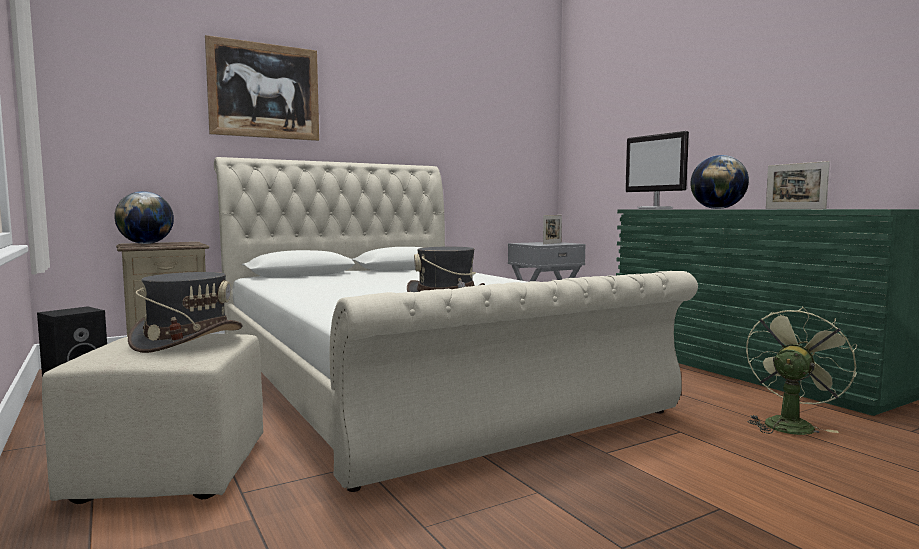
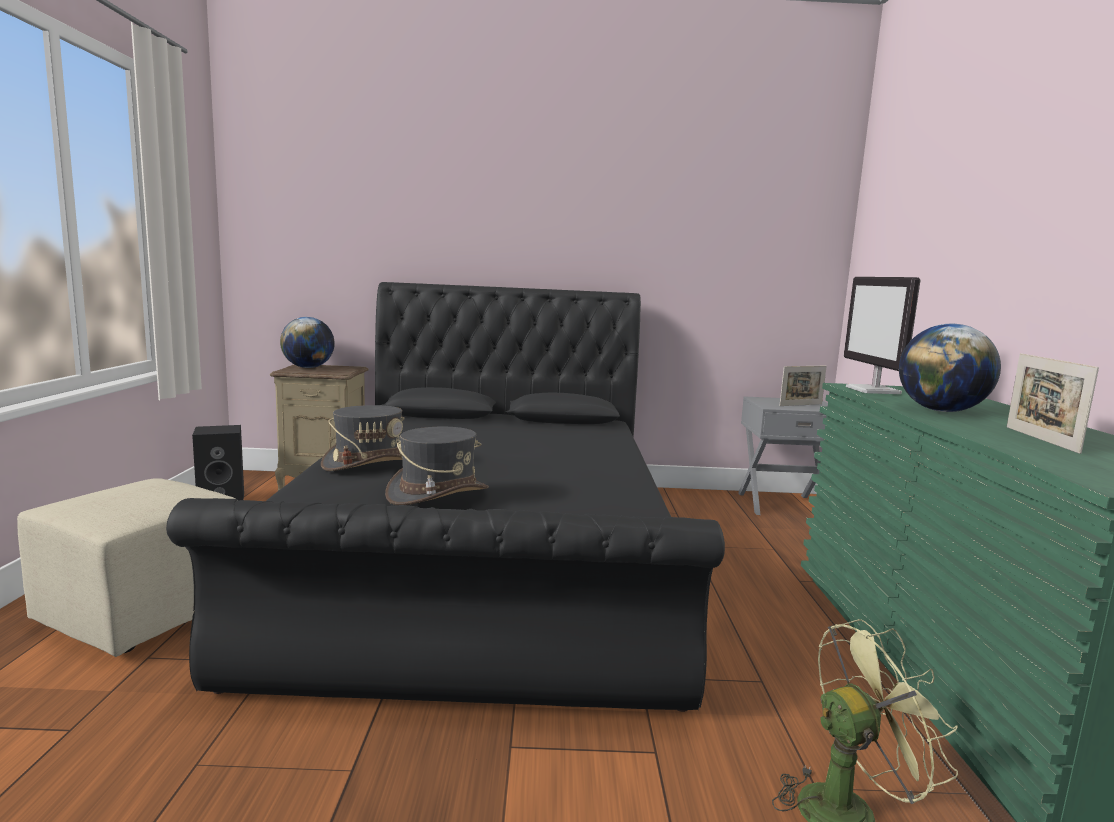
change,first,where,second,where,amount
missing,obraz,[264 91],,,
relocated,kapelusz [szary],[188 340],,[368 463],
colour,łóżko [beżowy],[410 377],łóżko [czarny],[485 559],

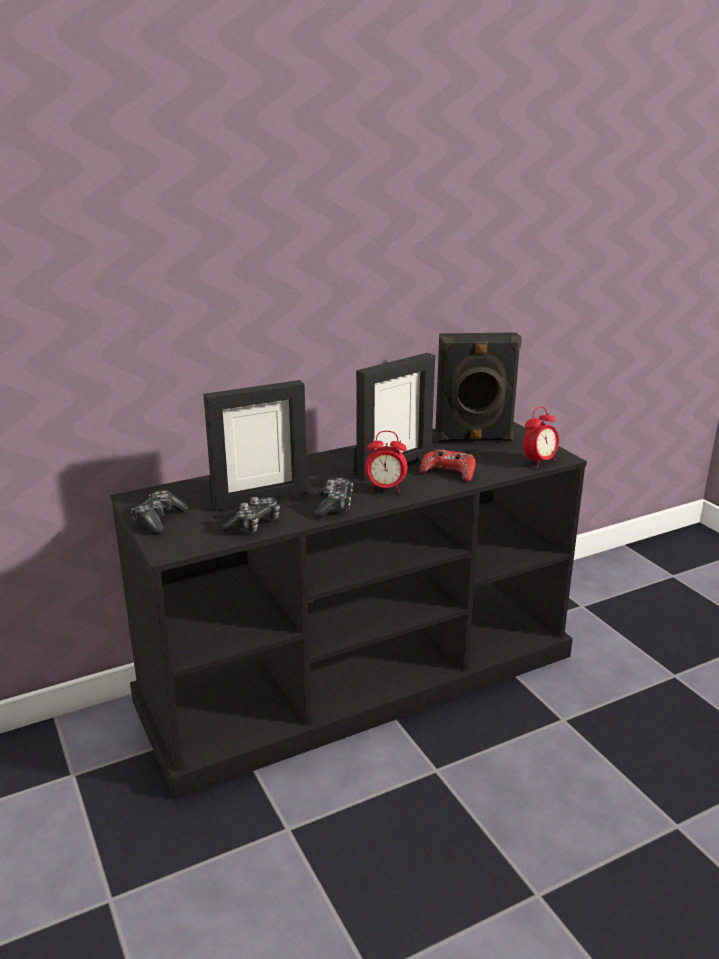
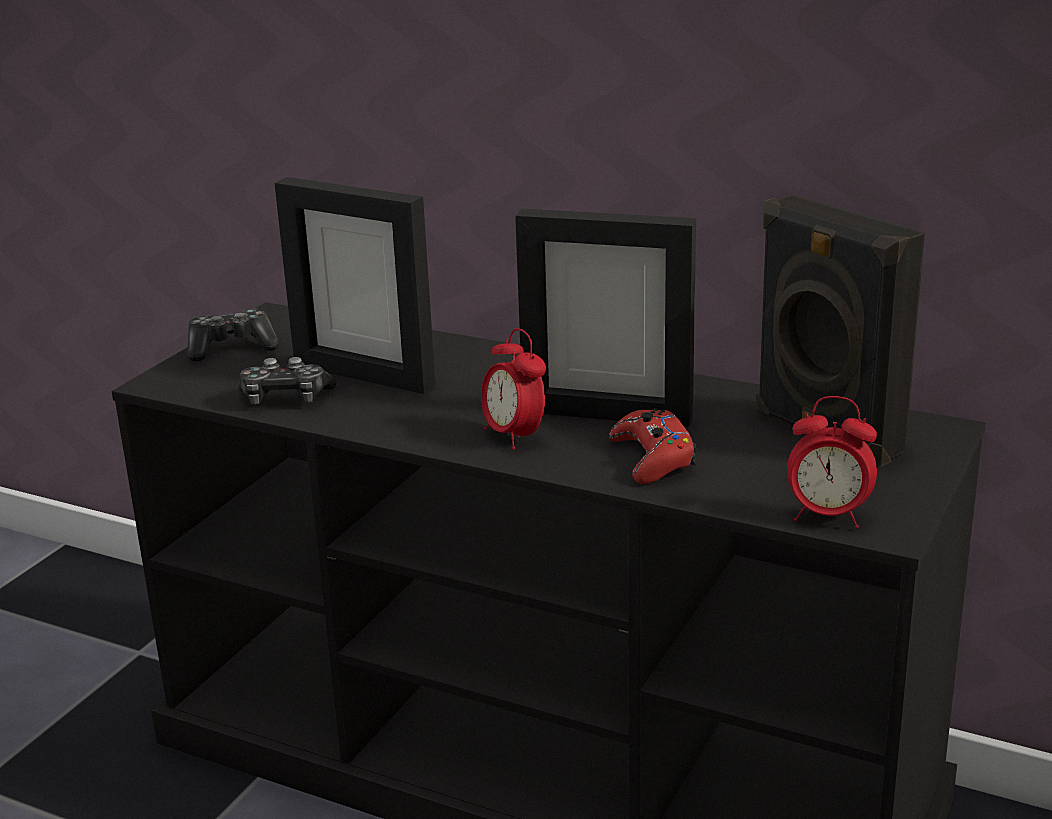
change,first,where,second,where,amount
missing,pad do gier,[334 505],,,

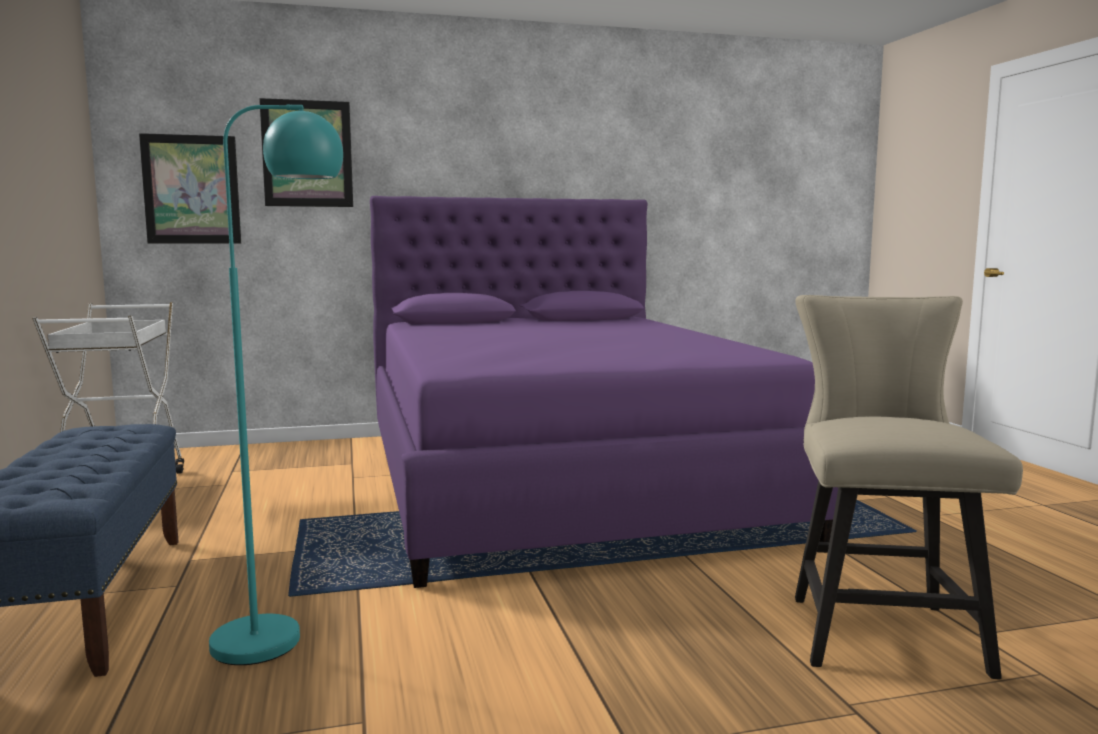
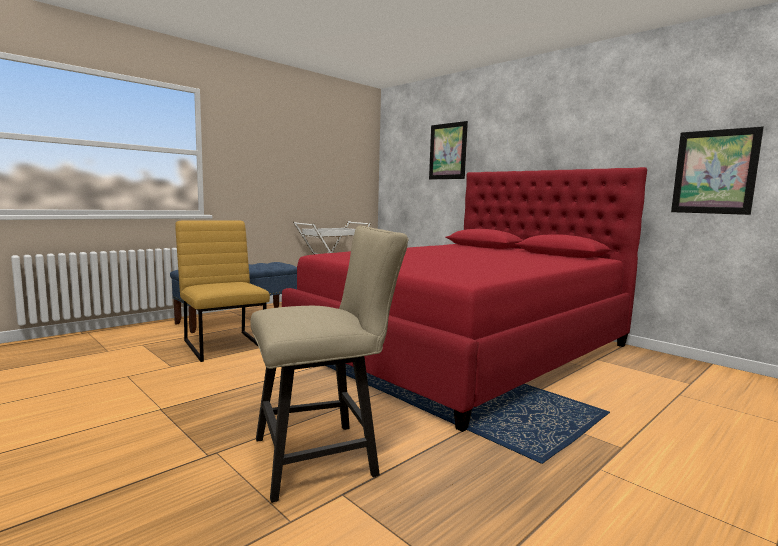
change,first,where,second,where,amount
relocated,obraz,[191 189],,[714 172],
exchanged,lampa stojąca [turkusowy],[283 642],krzesło [żółty],[224 345],
colour,łóżko [fioletowy],[560 479],łóżko [czerwony],[464 348],

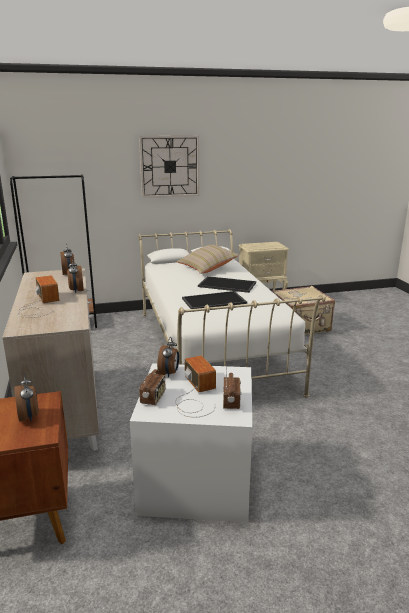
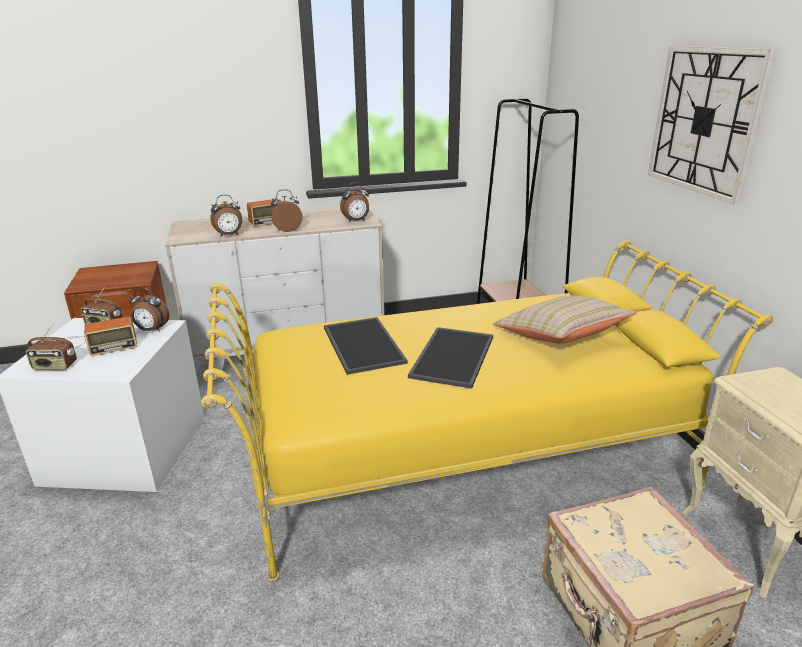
change,first,where,second,where,amount
relocated,budzik,[29 417],,[229 235],
colour,łóżko [biały],[211 348],łóżko [żółty],[464 457],

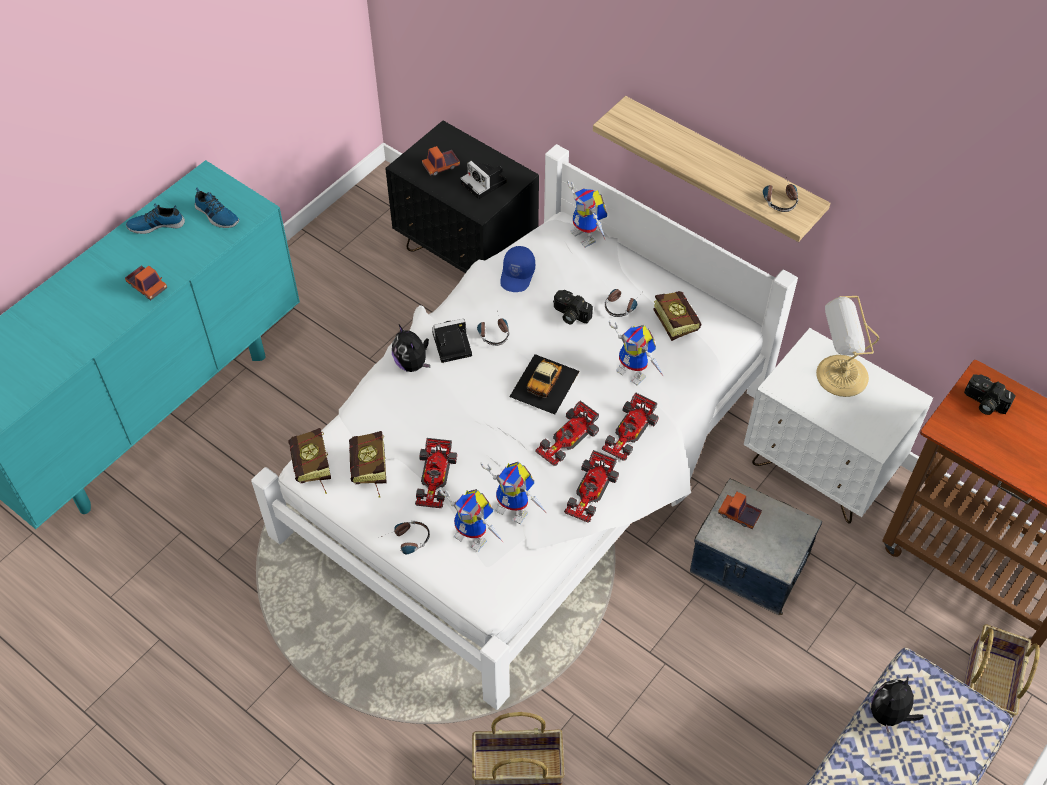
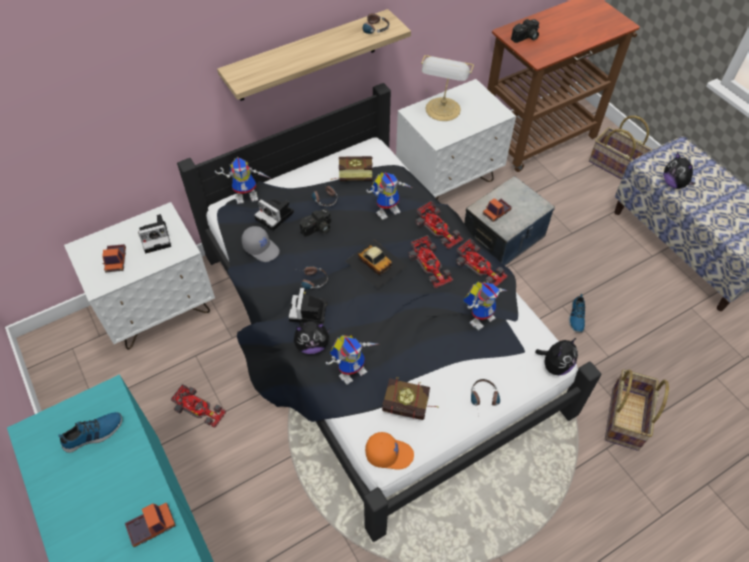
change,first,where,second,where,amount
appeared,,,aparat fotograficzny,[276 216],
appeared,,,pluszak,[555 365],
relocated,but,[156 224],,[576 317],
relocated,samochodzik,[434 478],,[200 408],
relocated,robot zabawkowy,[475 536],,[352 369],
exchanged,książka,[313 470],czapka z daszkiem [pomarańczowy],[389 453],
colour,łóżko [biały],[526 463],łóżko [czarny],[377 333],
colour,szafka nocna [czarny],[467 254],szafka nocna [biały],[160 310],
colour,czapka z daszkiem [niebieski],[518 275],czapka z daszkiem [szary],[261 248],

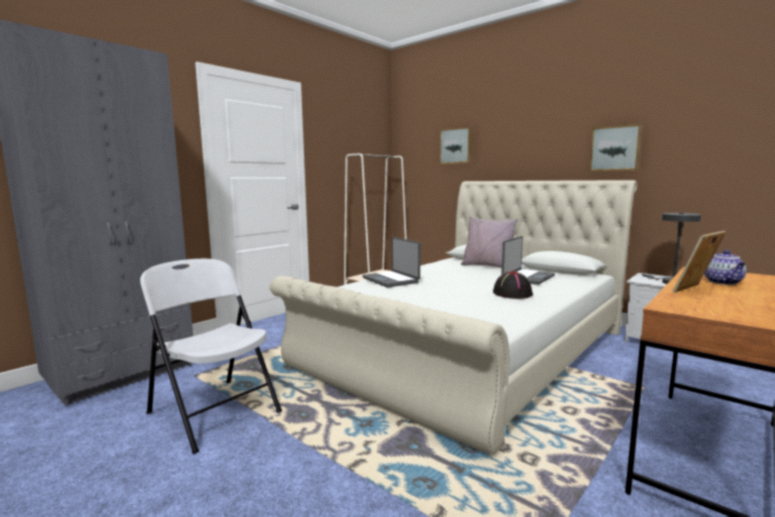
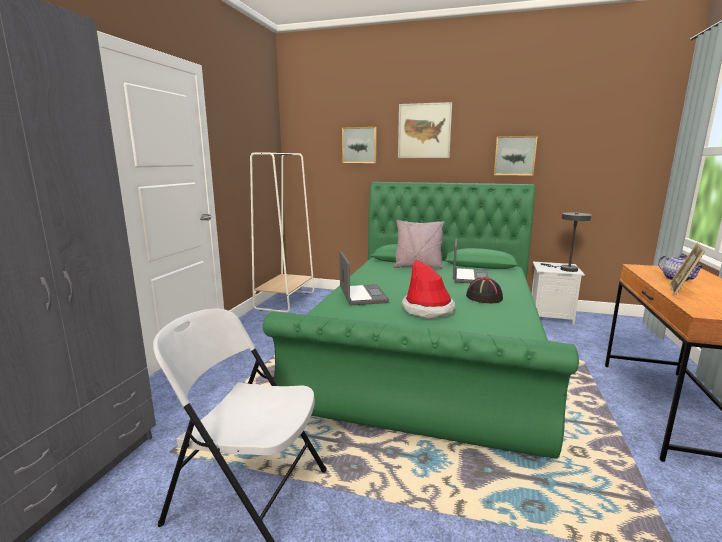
change,first,where,second,where,amount
appeared,,,obraz,[424 131],
appeared,,,kapelusz,[428 309],
colour,łóżko [beżowy],[469 347],łóżko [zielony],[429 348],
spun,laptop,[391 280],,[362 296],135 degrees counterclockwise

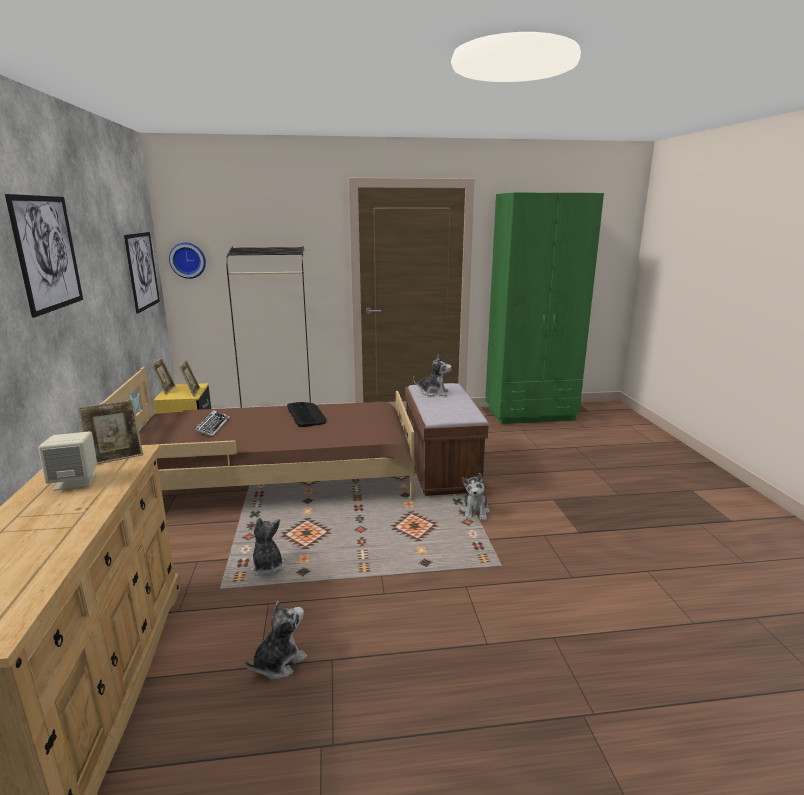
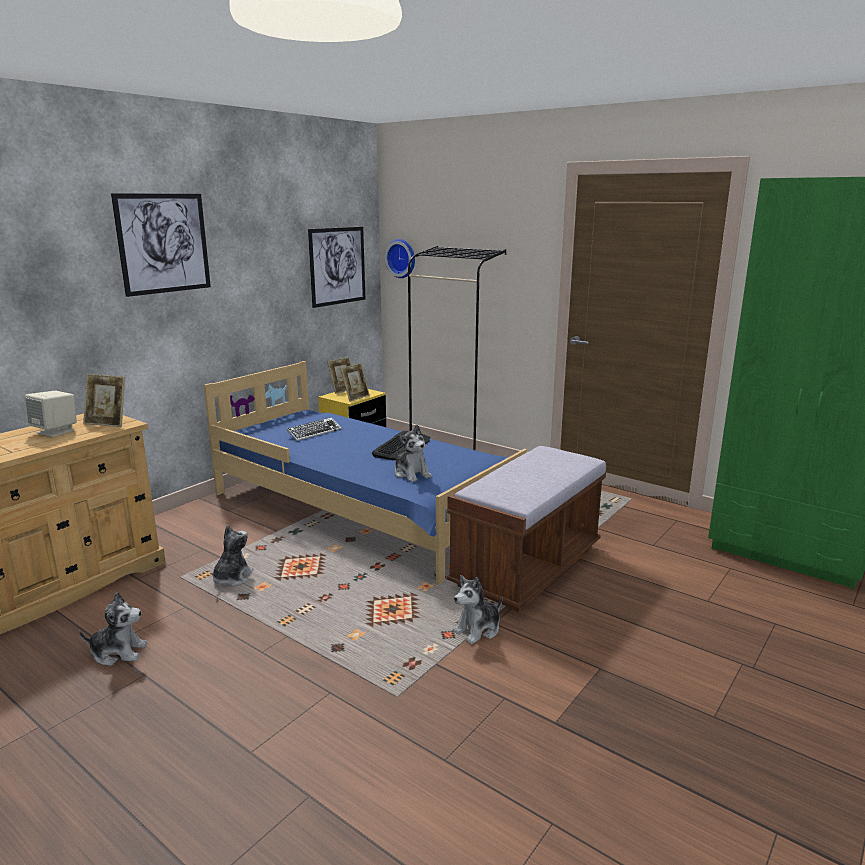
change,first,where,second,where,amount
relocated,pluszak,[433 392],,[412 474],
colour,łóżko [brązowy],[278 479],łóżko [niebieski],[364 509],

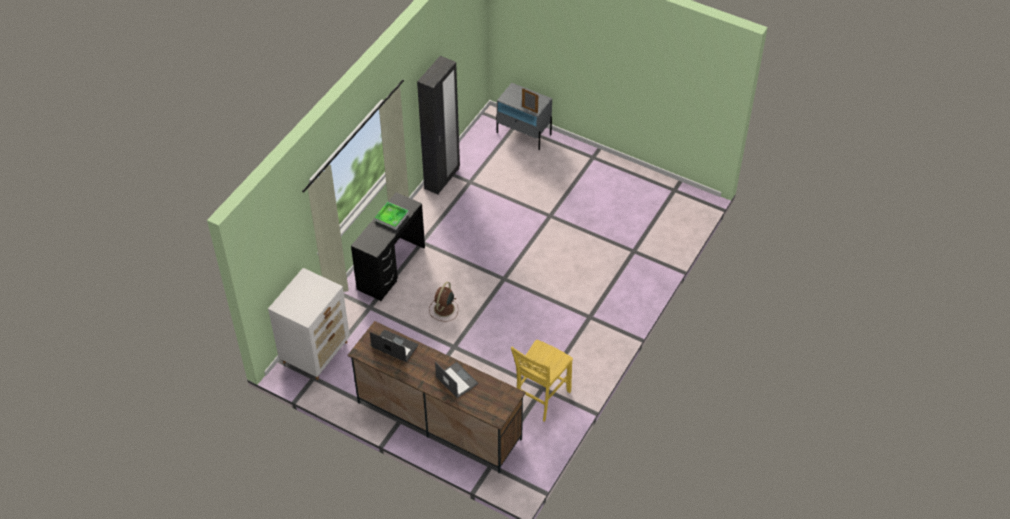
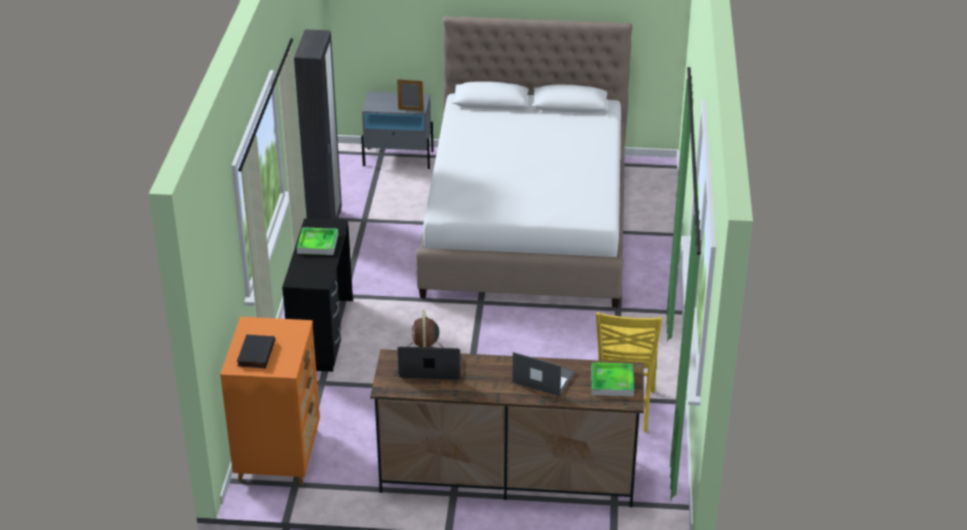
change,first,where,second,where,amount
appeared,,,książka [czarny],[255 353],
appeared,,,łóżko [biały],[527 223],
appeared,,,taca,[612 382],
colour,komoda [biały],[316 352],komoda [pomarańczowy],[278 454],

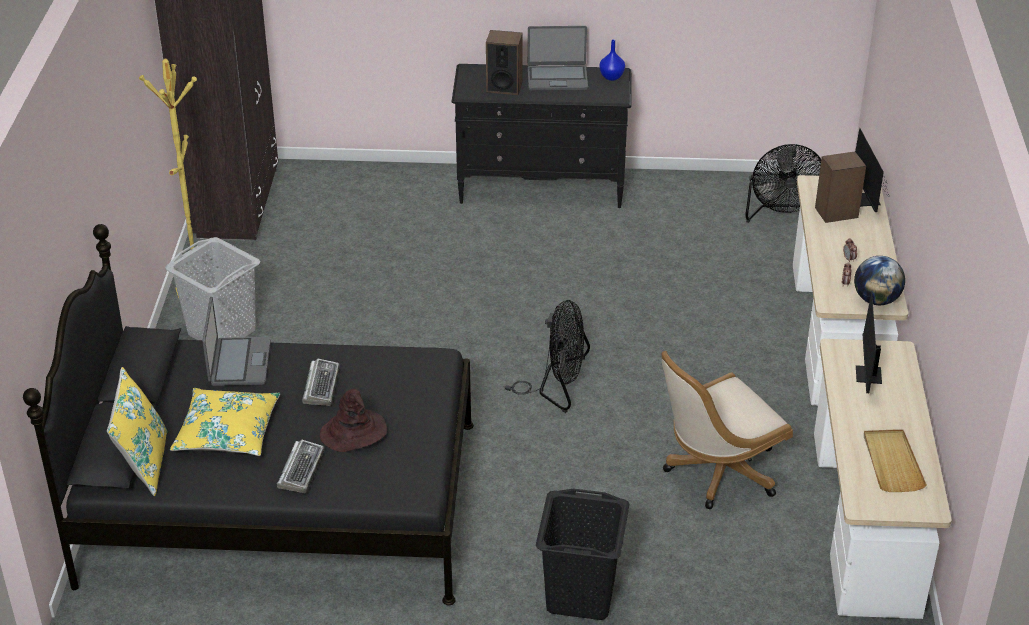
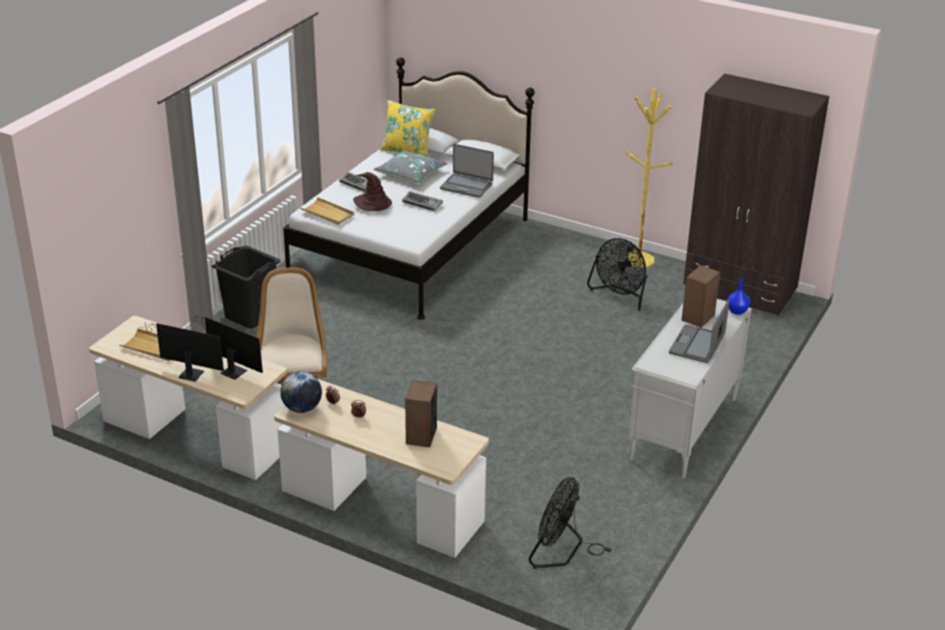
change,first,where,second,where,amount
missing,kosz na pranie [szary],[222 331],,,
appeared,,,taca [beżowy],[327 213],
relocated,wentylator [czarny],[556 384],,[619 294],
relocated,wazon [niebieski],[611 77],,[737 311],
relocated,monitor,[866 202],,[188 373],
colour,łóżko [czarny],[280 502],łóżko [biały],[411 247],
colour,poduszka [żółty],[227 432],poduszka [szary],[410 174],
colour,komoda [czarny],[542 189],komoda [biały],[682 429],

